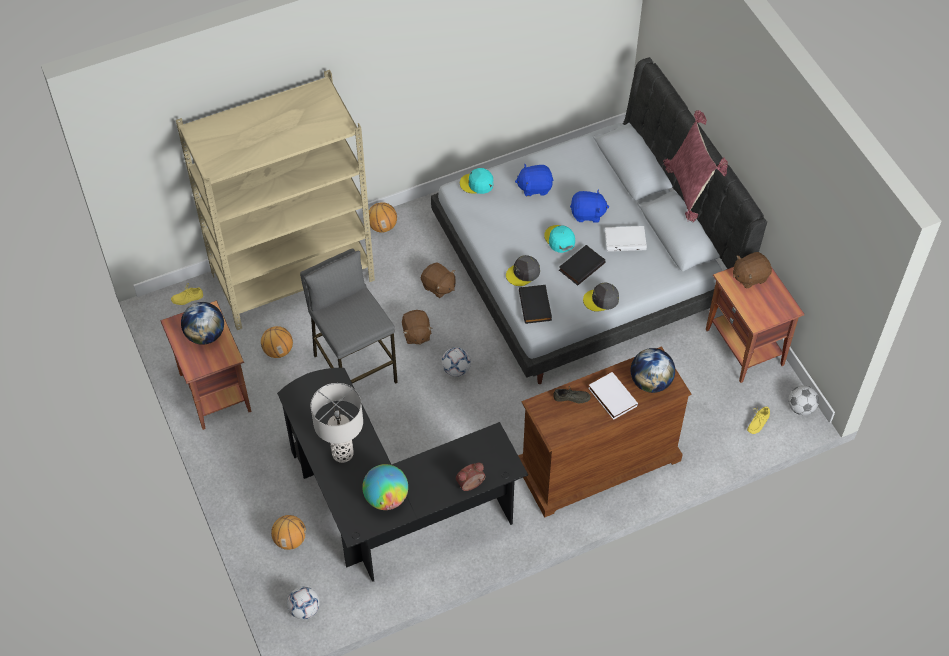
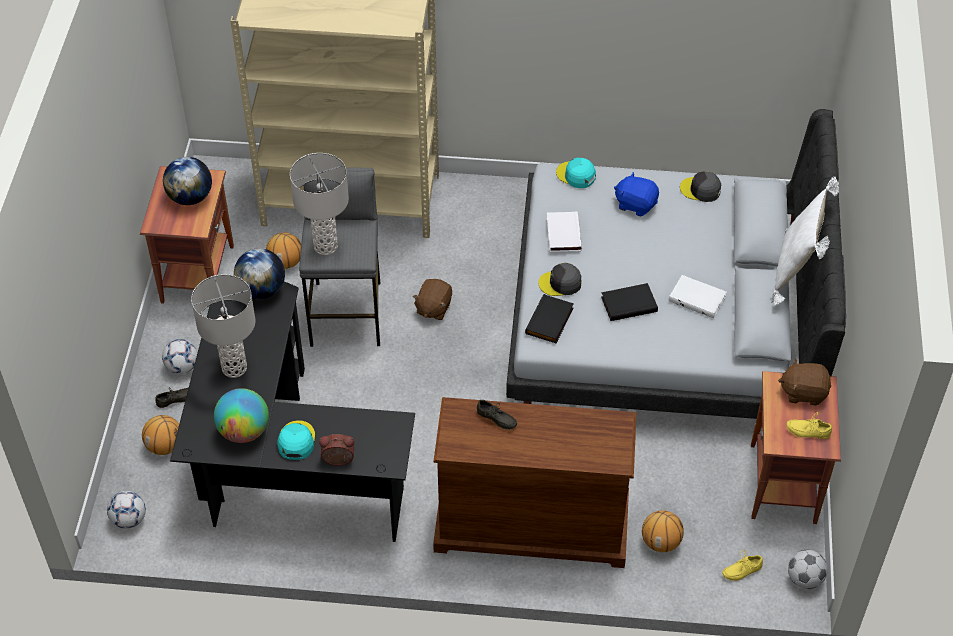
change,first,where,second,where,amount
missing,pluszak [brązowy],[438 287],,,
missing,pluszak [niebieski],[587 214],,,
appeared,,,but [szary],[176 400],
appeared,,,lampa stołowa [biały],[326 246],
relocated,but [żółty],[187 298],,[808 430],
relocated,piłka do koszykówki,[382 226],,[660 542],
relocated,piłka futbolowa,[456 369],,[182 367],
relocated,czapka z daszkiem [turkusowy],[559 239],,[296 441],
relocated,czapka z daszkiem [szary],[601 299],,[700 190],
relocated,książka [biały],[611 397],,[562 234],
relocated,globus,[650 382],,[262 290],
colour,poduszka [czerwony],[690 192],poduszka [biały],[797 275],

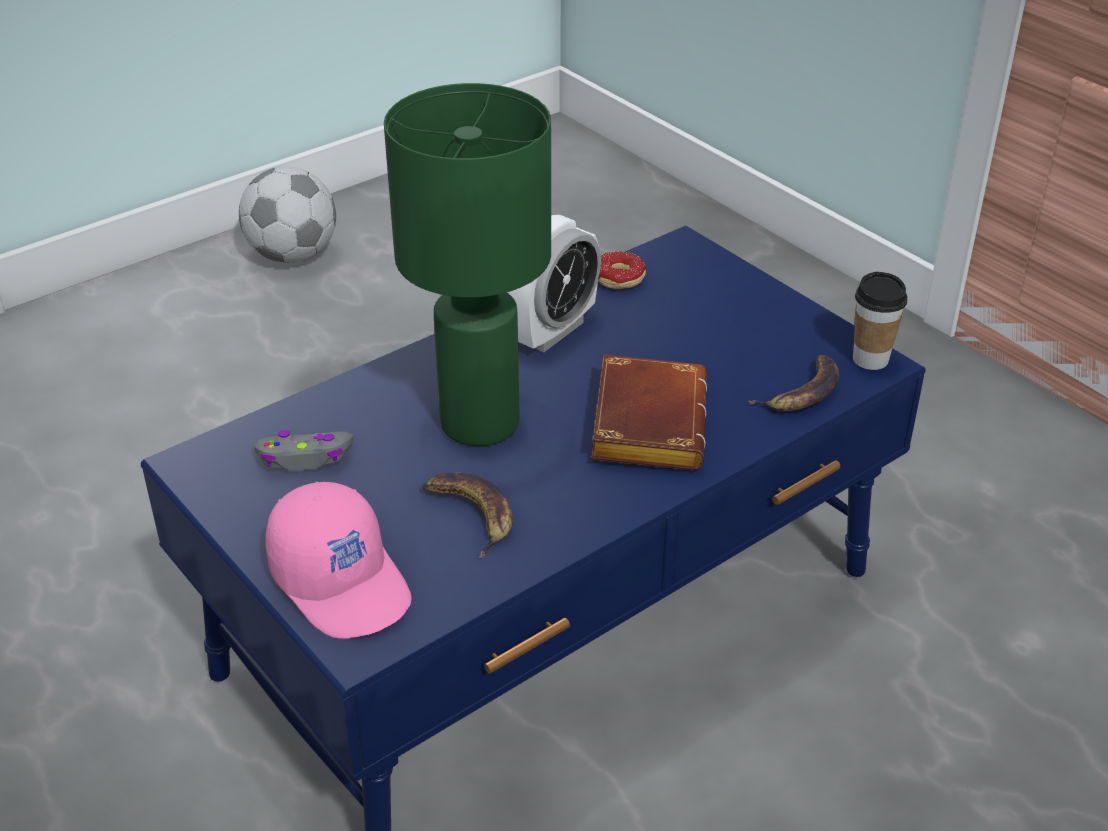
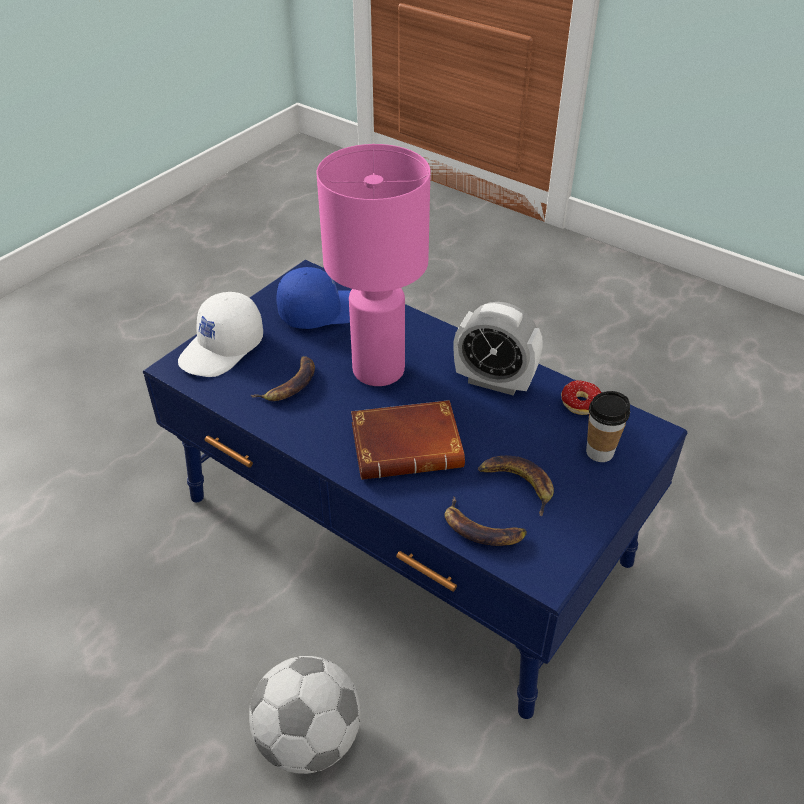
change,first,where,second,where,amount
appeared,,,banan,[517 484],
relocated,piłka futbolowa,[292 255],,[309 738],
relocated,filiżanka,[870 359],,[599 452],
exchanged,pad do gier [szary],[305 458],czapka z daszkiem [niebieski],[322 311],
colour,czapka z daszkiem [różowy],[343 581],czapka z daszkiem [biały],[223 349],
colour,lampa stołowa [zielony],[482 422],lampa stołowa [różowy],[379 371],

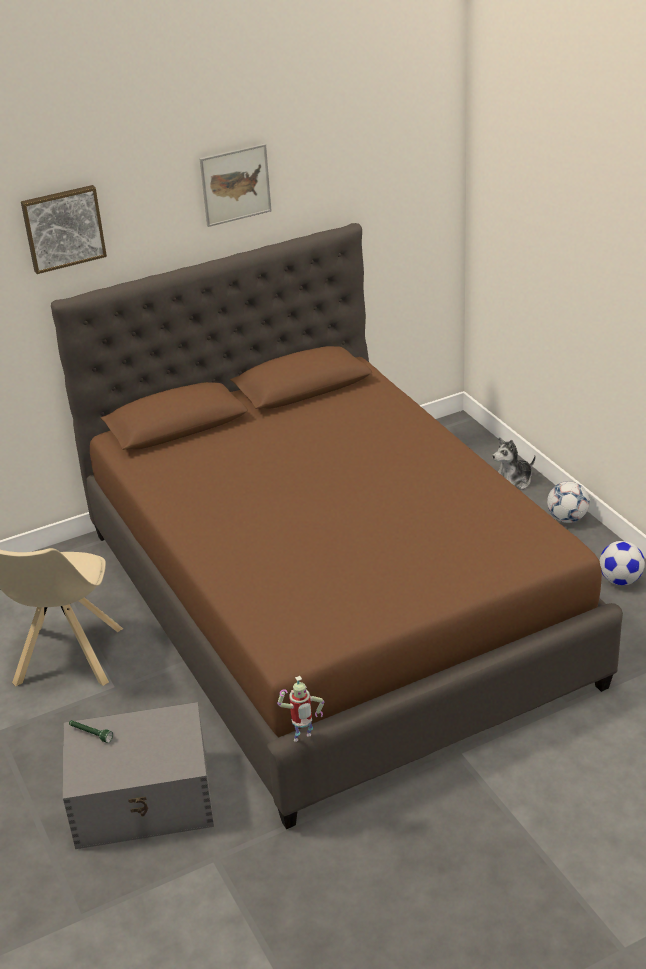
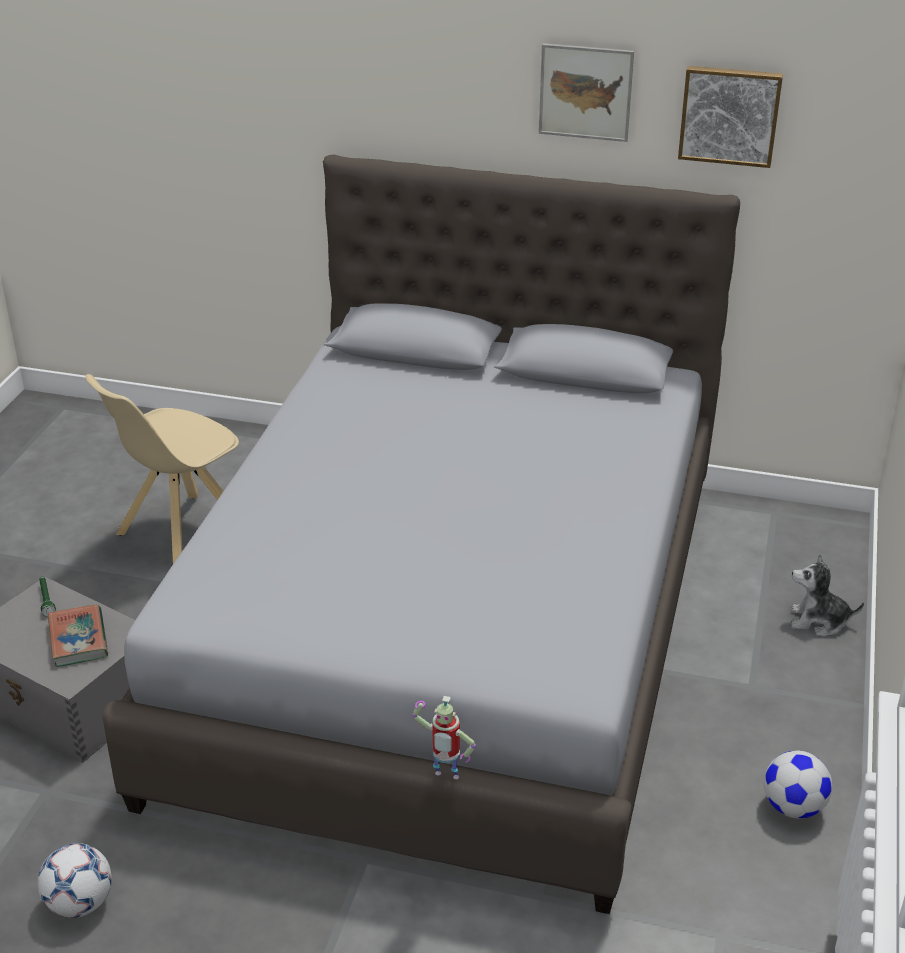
change,first,where,second,where,amount
appeared,,,książka,[78 639],
relocated,obraz,[63 228],,[729 115],
relocated,robot zabawkowy,[303 739],,[445 777],
relocated,piłka futbolowa,[567 518],,[80 903],
colour,łóżko [brązowy],[330 604],łóżko [szary],[453 630],

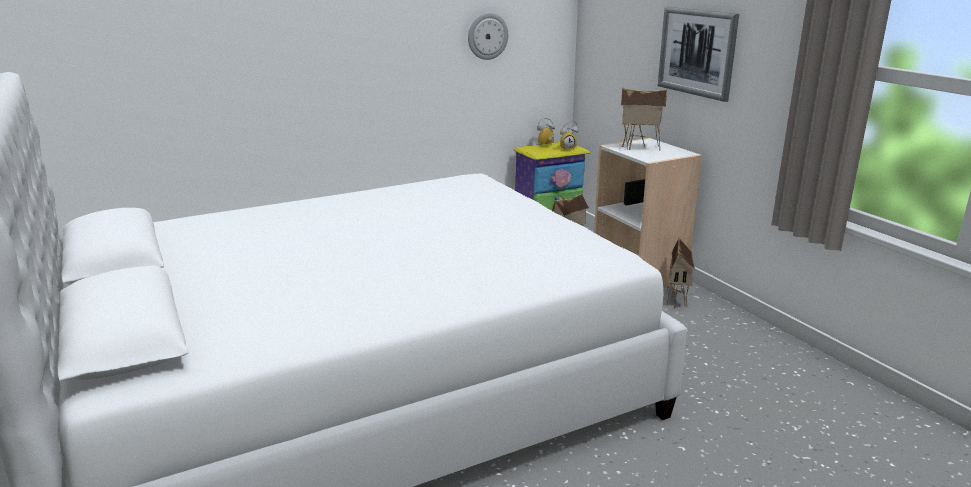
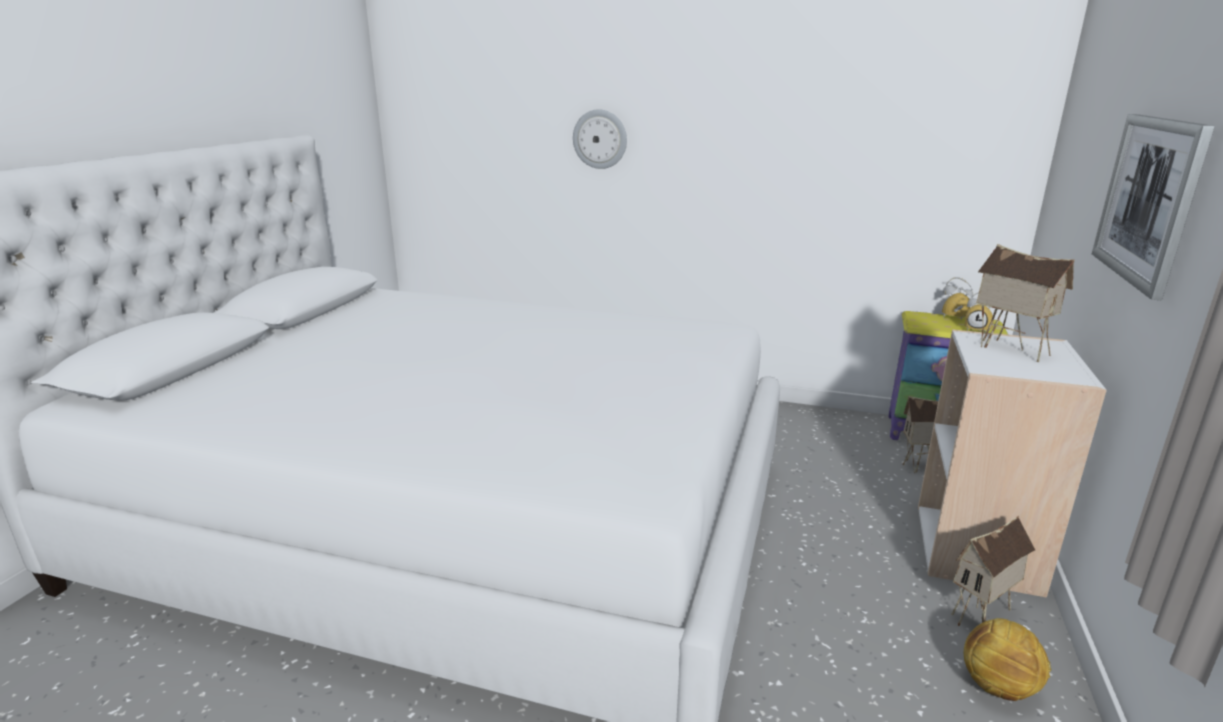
change,first,where,second,where,amount
appeared,,,piłka futbolowa,[998 686],
relocated,zegar ścienny,[487 36],,[600 139],

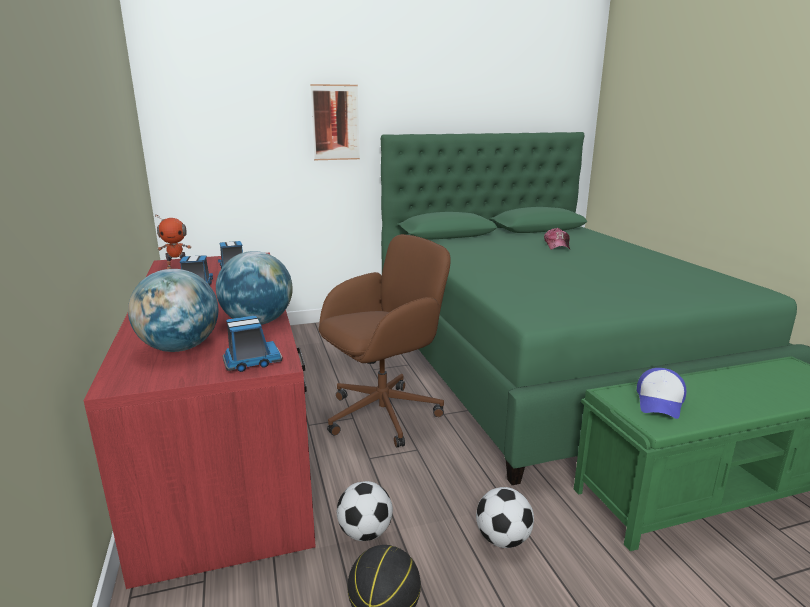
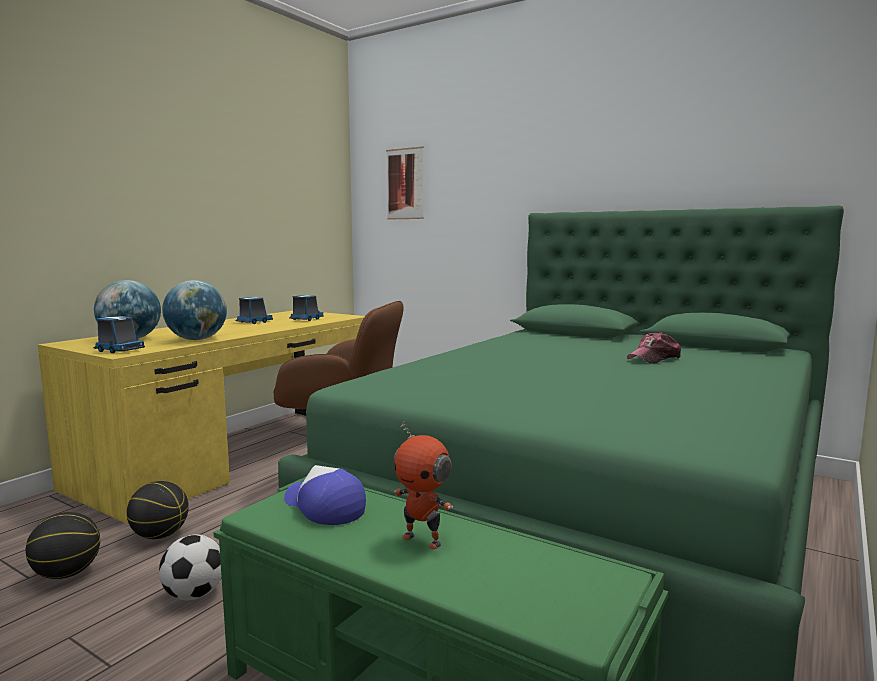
change,first,where,second,where,amount
relocated,robot zabawkowy,[177 267],,[423 540],
relocated,obraz,[335 122],,[405 184],
exchanged,piłka futbolowa,[365 533],piłka do koszykówki,[160 535],
colour,biurko [czerwony],[226 442],biurko [żółty],[235 455],
spun,czapka z daszkiem,[660 402],,[323 507],60 degrees clockwise

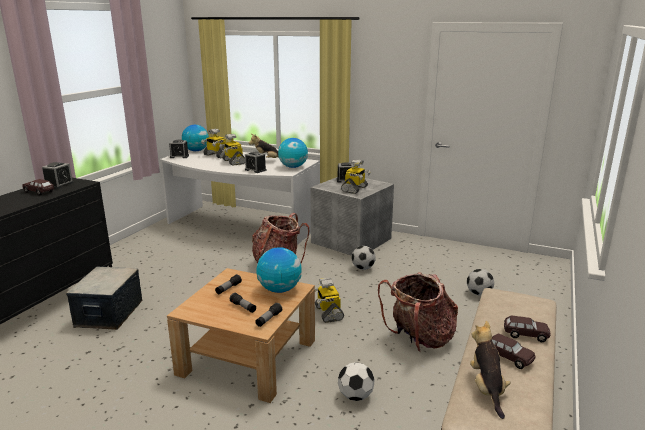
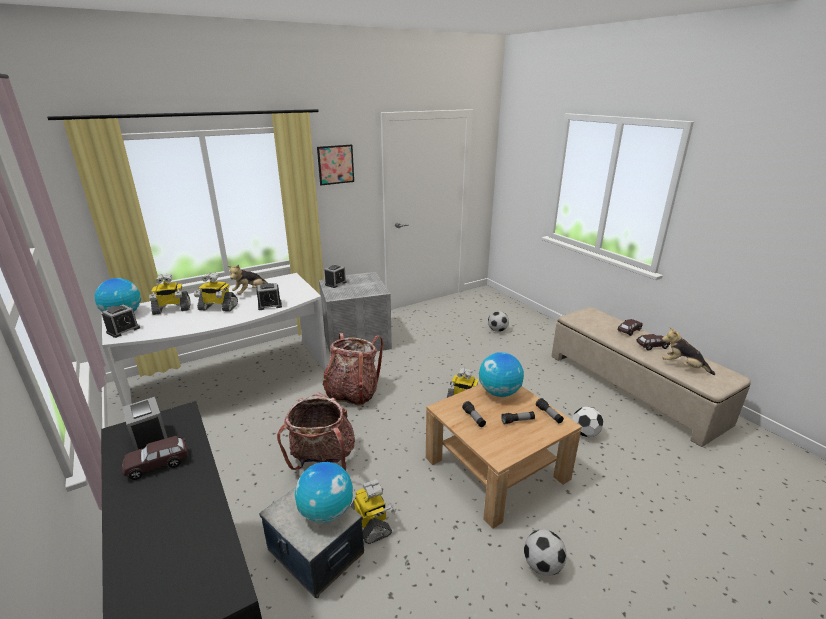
change,first,where,second,where,amount
appeared,,,obraz,[335 164],
relocated,globus,[293 167],,[326 512],
relocated,robot zabawkowy,[355 189],,[371 523],
relocated,piłka futbolowa,[363 268],,[542 565],
relocated,plecak,[419 339],,[322 459],

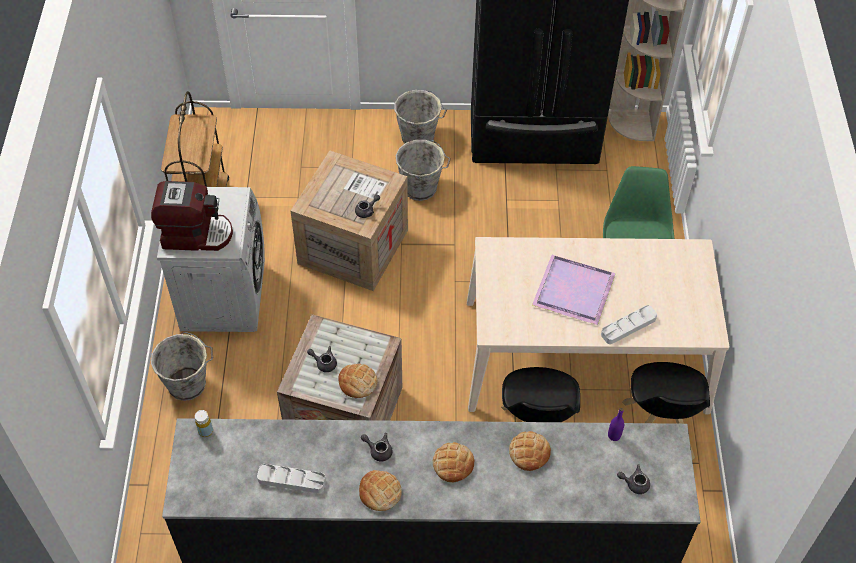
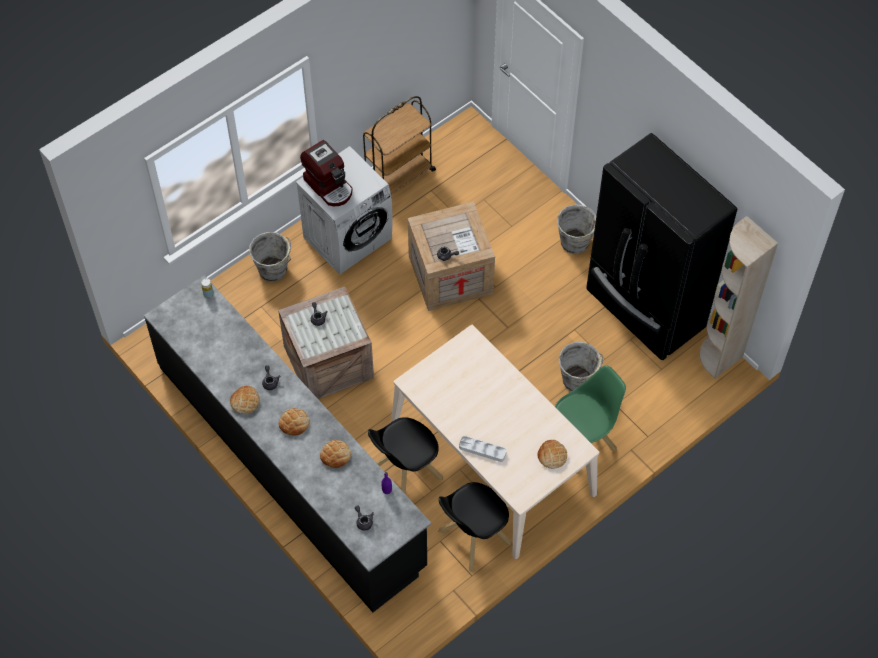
change,first,where,second,where,amount
missing,taca [szary],[291 480],,,
missing,taca [fioletowy],[572 291],,,
relocated,chleb,[357 382],,[552 456],
relocated,wiadro [szary],[421 188],,[577 381],

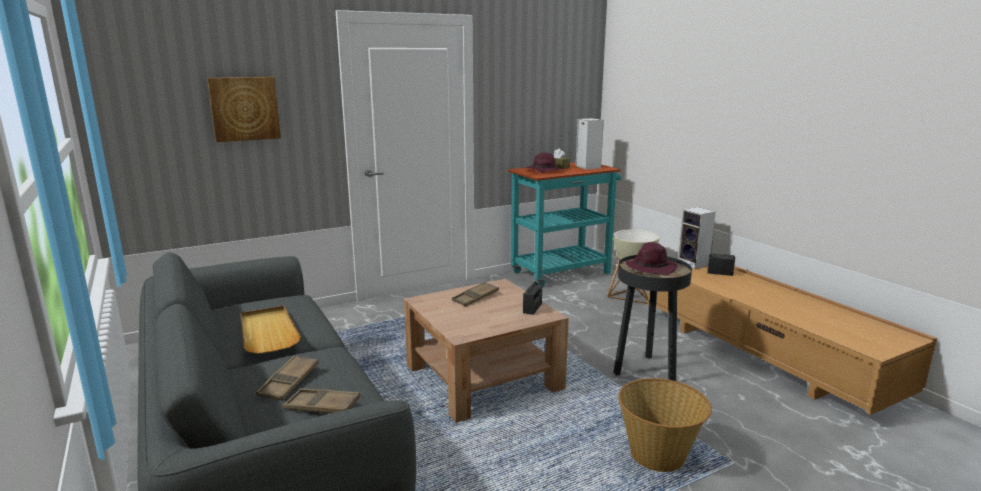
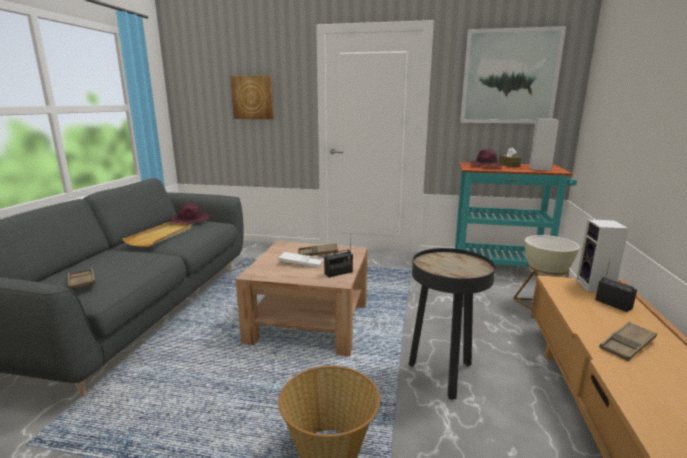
change,first,where,second,where,amount
appeared,,,taca [biały],[301 263],
appeared,,,obraz,[509 77],
relocated,taca [brązowy],[289 382],,[627 345],
relocated,kapelusz [fioletowy],[651 267],,[191 221],

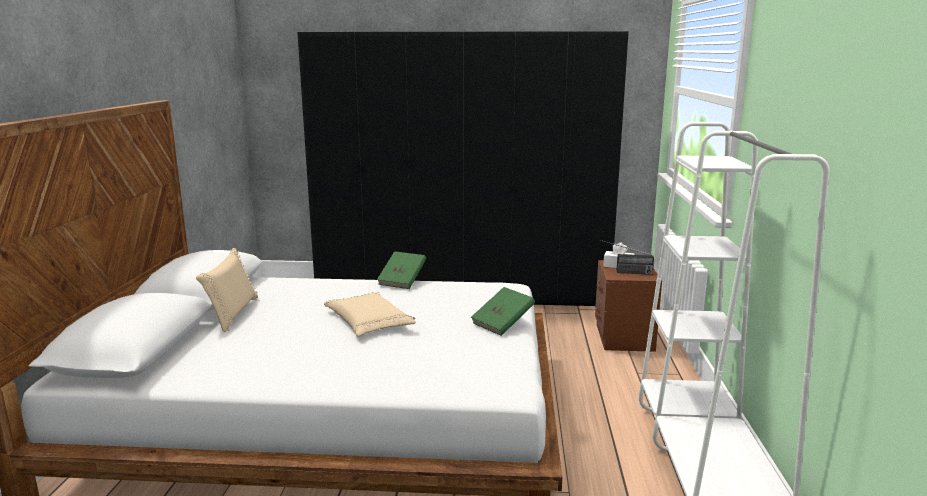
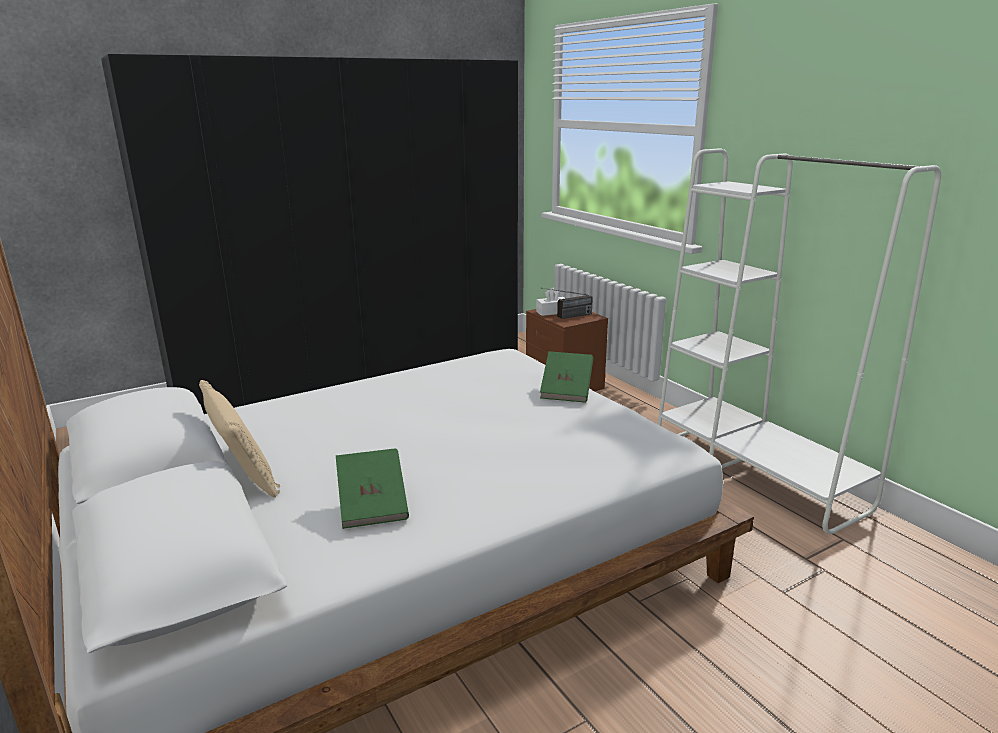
change,first,where,second,where,amount
missing,poduszka [beżowy],[368 320],,,
relocated,książka [zielony],[402 281],,[373 505],

